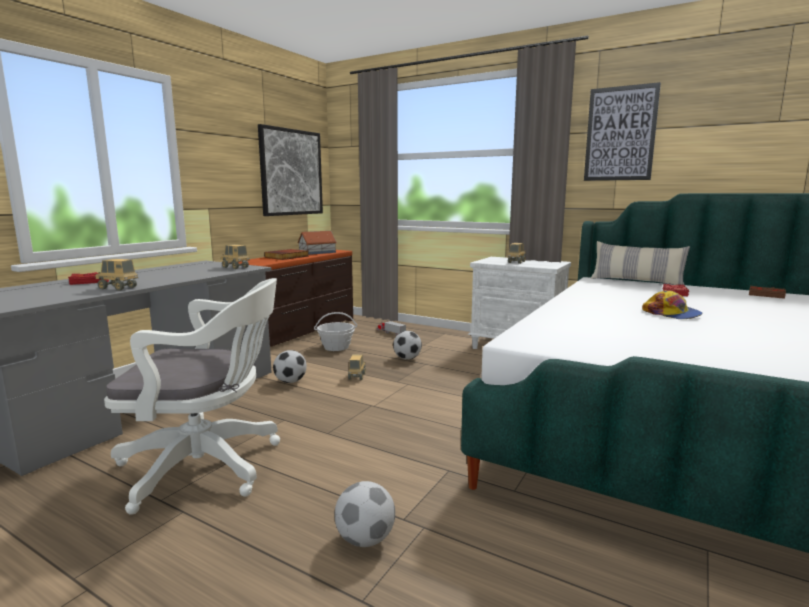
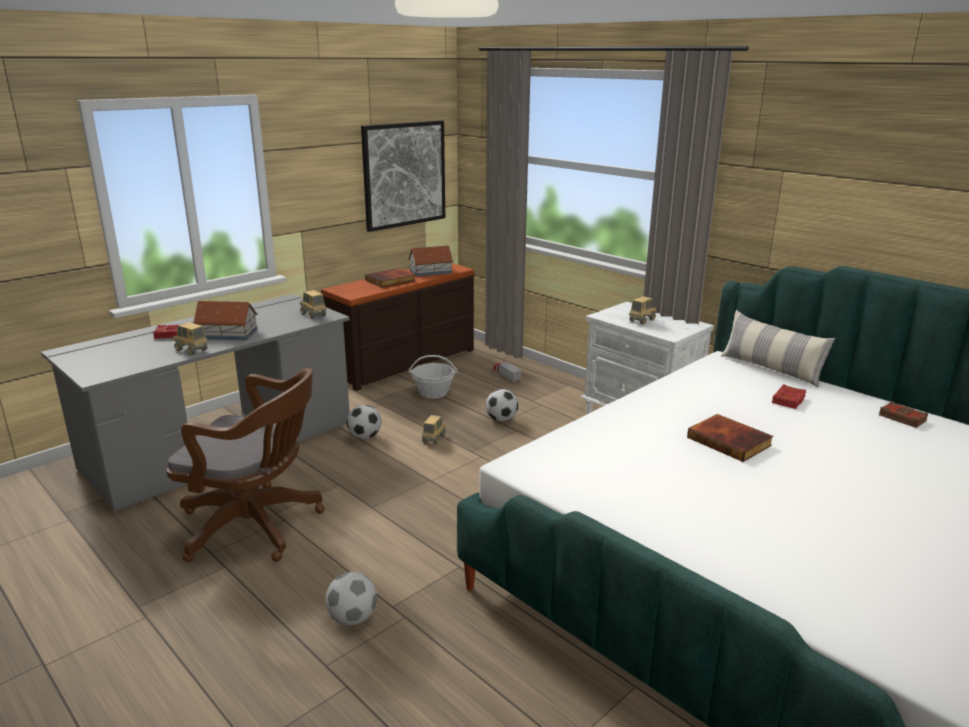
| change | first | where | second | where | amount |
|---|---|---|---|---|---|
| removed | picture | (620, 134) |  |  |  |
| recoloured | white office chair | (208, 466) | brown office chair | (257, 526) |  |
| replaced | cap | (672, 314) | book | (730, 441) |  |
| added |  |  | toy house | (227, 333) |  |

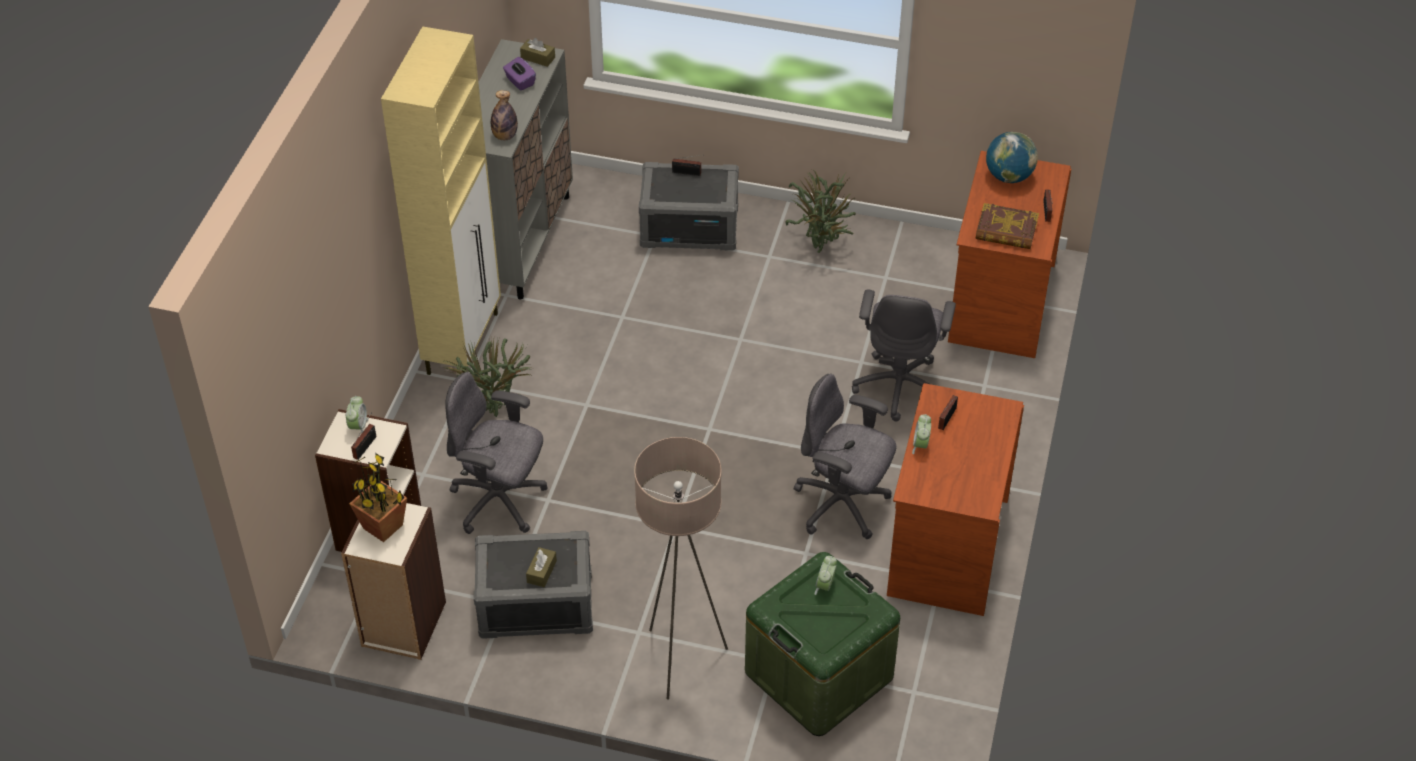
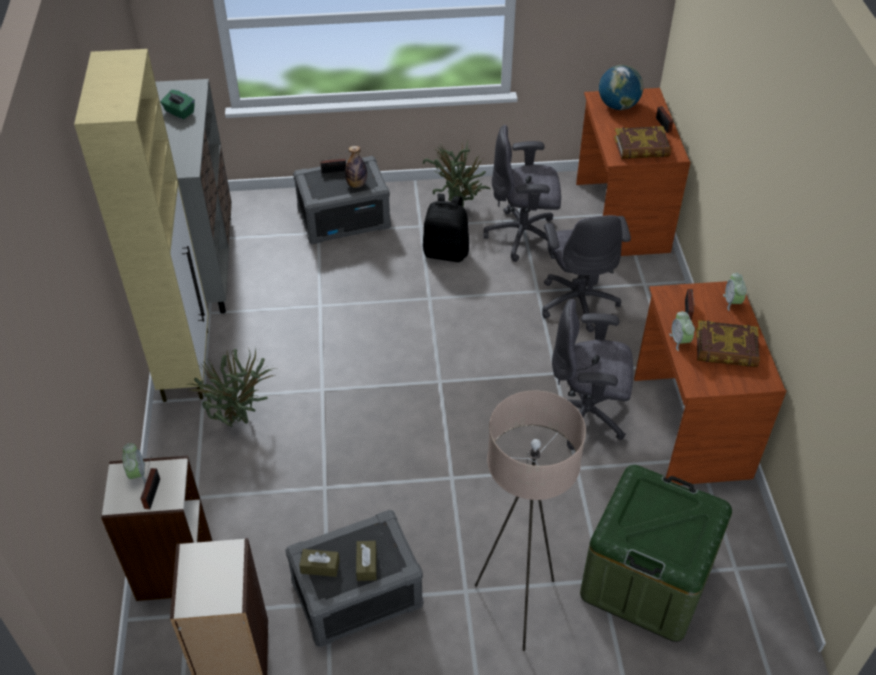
| change | first | where | second | where | amount |
|---|---|---|---|---|---|
| moved | brown tissue box | (538, 58) |  | (320, 566) |  |
| recoloured | purple tissue box | (520, 81) | green tissue box | (179, 112) |  |
| moved | bottle | (505, 136) |  | (356, 184) |  |
| moved | grey office chair | (499, 502) |  | (523, 236) |  |
| removed | potted plant | (383, 527) |  |  |  |
| moved | alarm clock | (825, 586) |  | (732, 302) |  |
| added |  |  | black backpack | (446, 252) |  |
| added |  |  | book | (726, 349) |  |

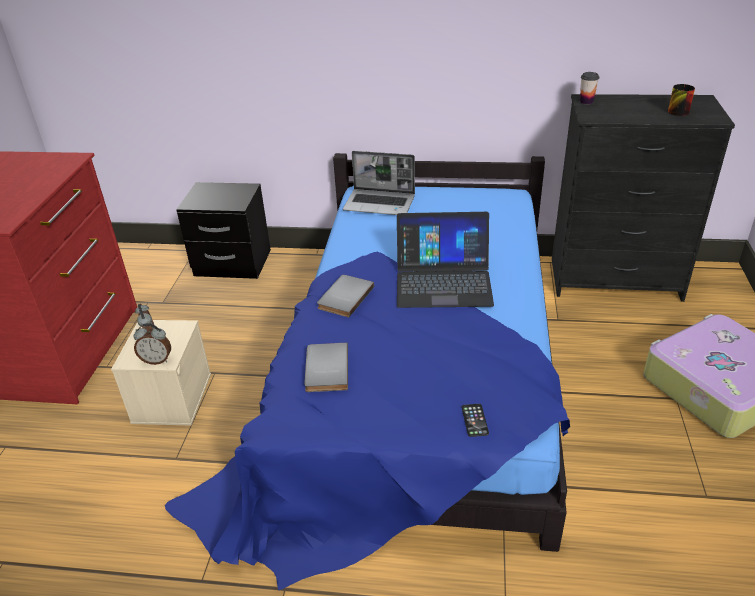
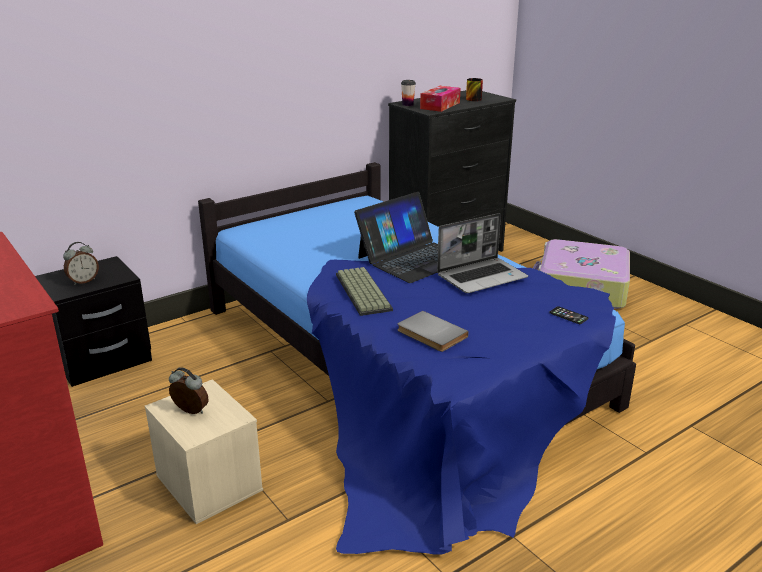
| change | first | where | second | where | amount |
|---|---|---|---|---|---|
| moved | laptop | (380, 203) |  | (482, 277) |  |
| replaced | grey book | (344, 297) | keyboard | (361, 292) |  |
| moved | alarm clock | (157, 360) |  | (83, 281) |  |
| added |  |  | tissue box | (440, 105) |  |

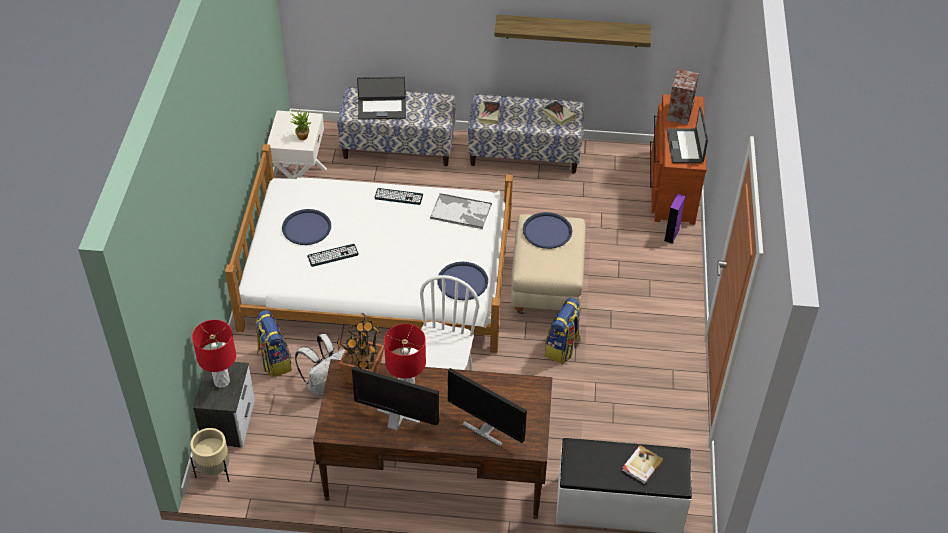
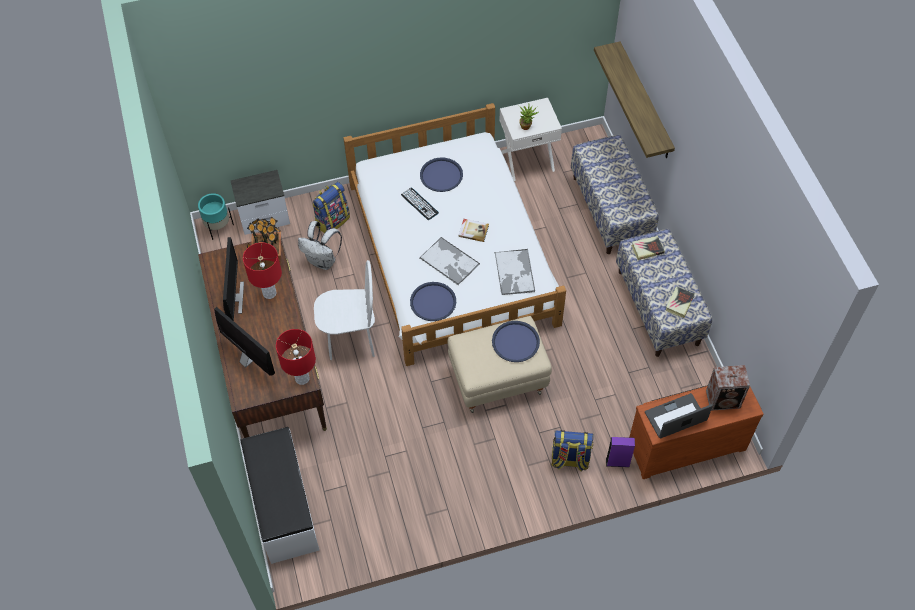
| change | first | where | second | where | amount |
|---|---|---|---|---|---|
| moved | shelf | (572, 31) |  | (645, 102) |  |
| removed | laptop | (382, 109) |  |  |  |
| removed | keyboard | (398, 197) |  |  |  |
| moved | backpack | (562, 348) |  | (569, 460) |  |
| moved | red table lamp | (221, 381) |  | (302, 378) |  |
| turned | monitor | (486, 429) |  | (249, 359) | 120 degrees clockwise |
| recoloured | beige planter | (214, 471) | turquoise planter | (218, 227) |  |
| moved | book | (641, 465) |  | (473, 231) |  |
| added |  |  | tray | (450, 262) |  |

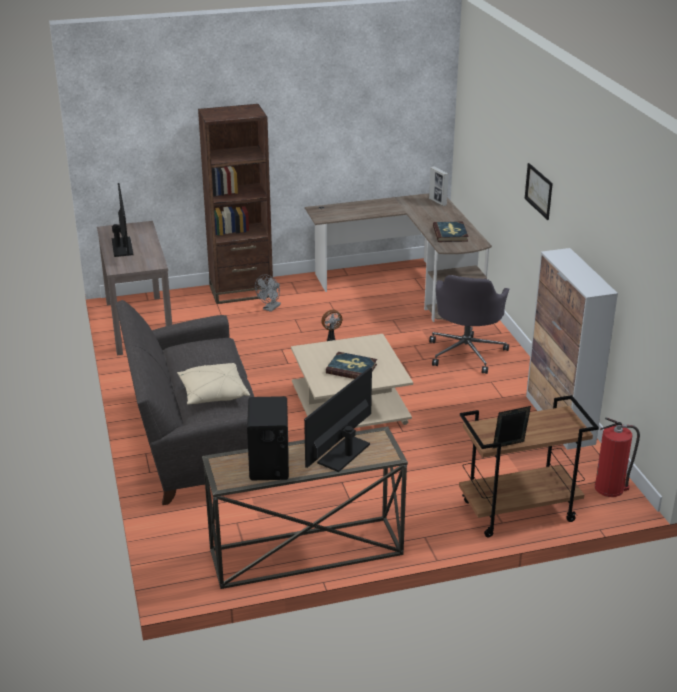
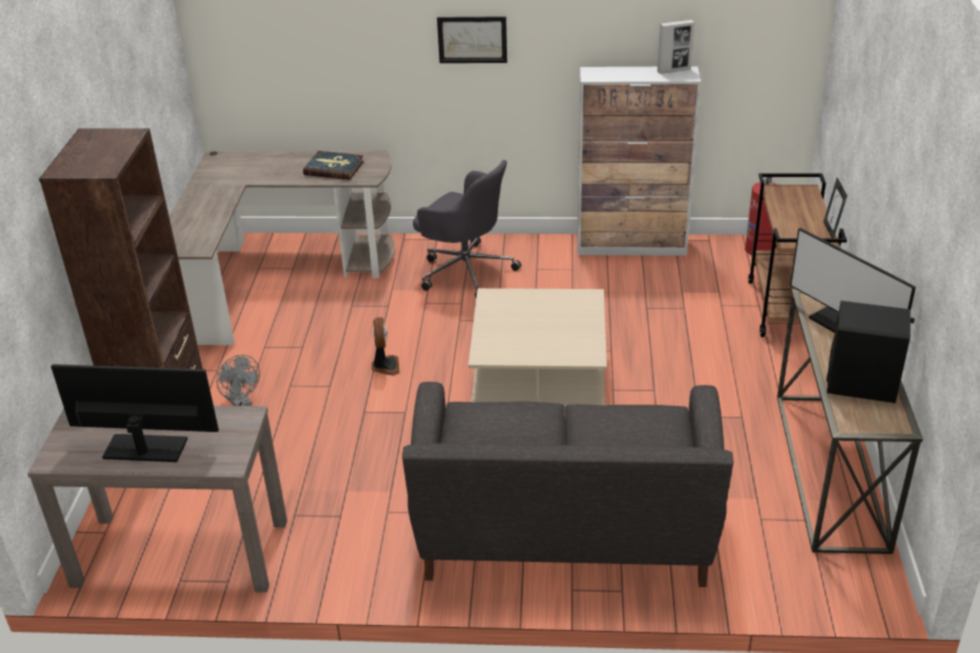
| change | first | where | second | where | amount |
|---|---|---|---|---|---|
| moved | picture frame | (437, 202) |  | (674, 70) |  |
| removed | book | (351, 368) |  |  |  |
| removed | beige pillow | (213, 394) |  |  |  |

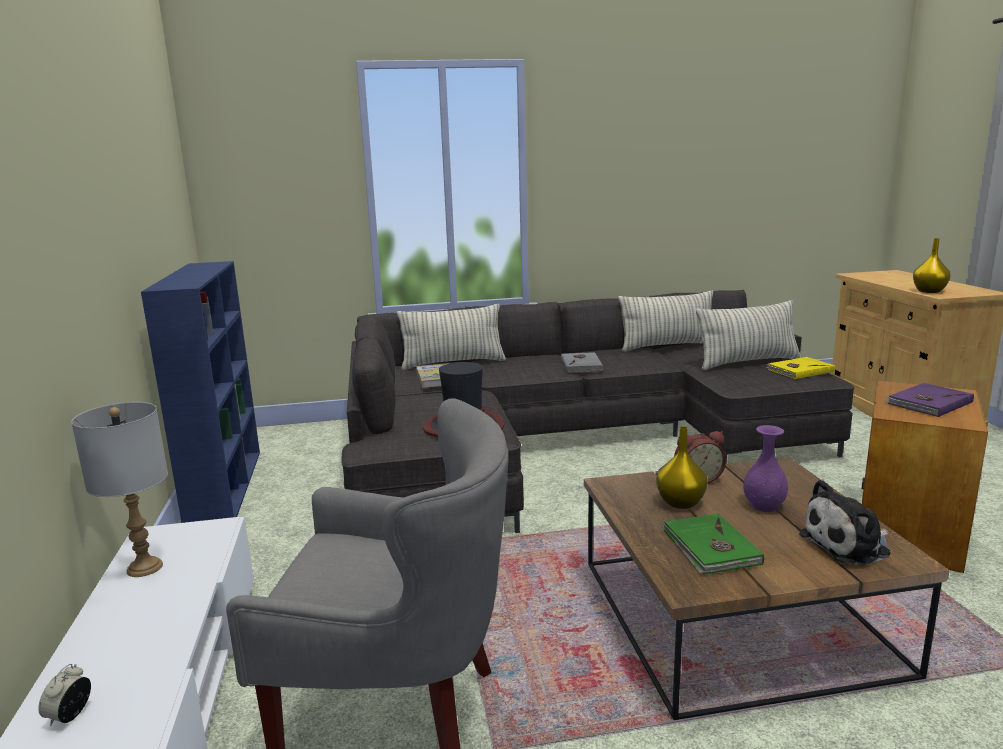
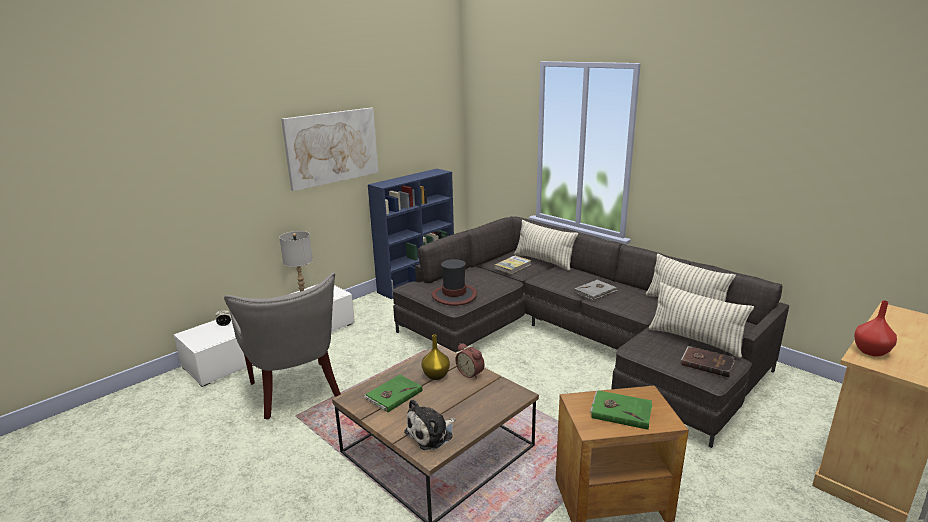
| change | first | where | second | where | amount |
|---|---|---|---|---|---|
| recoloured | yellow vase | (929, 291) | red vase | (872, 352) |  |
| recoloured | yellow book | (799, 370) | brown book | (707, 363) |  |
| recoloured | purple book | (928, 403) | green book | (621, 411) |  |
| removed | purple vase | (764, 506) |  |  |  |
| turned | plush toy | (849, 545) |  | (431, 434) | 75 degrees counterclockwise |
| added |  |  | picture | (332, 147) |  |

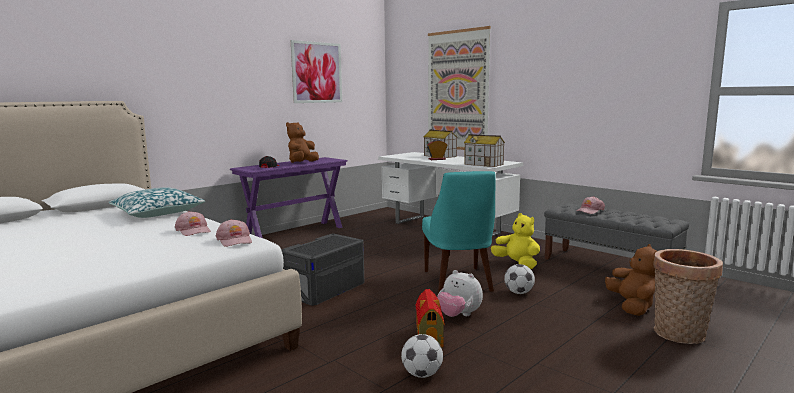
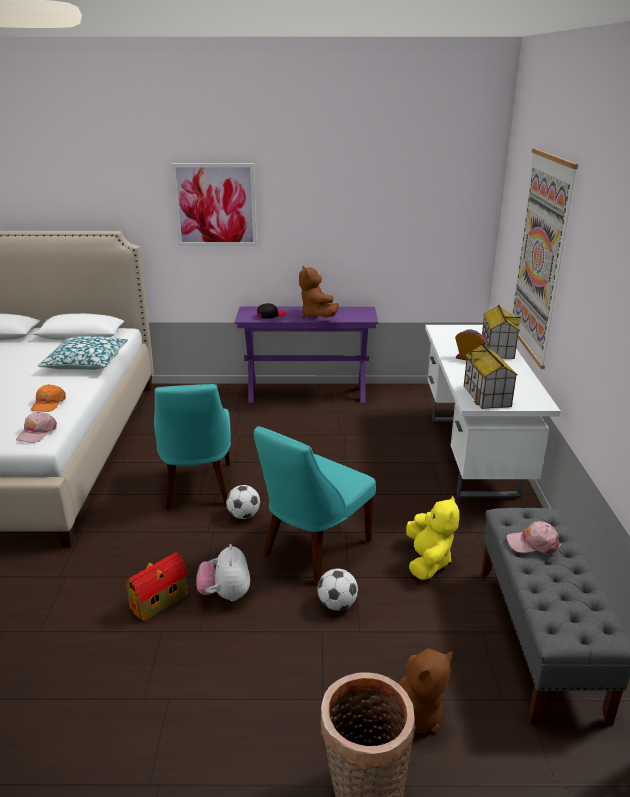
| change | first | where | second | where | amount |
|---|---|---|---|---|---|
| moved | picture | (317, 72) |  | (215, 205) |  |
| turned | brown plush toy | (302, 163) |  | (317, 316) | 90 degrees counterclockwise |
| recoloured | pink cap | (193, 230) | orange cap | (48, 403) |  |
| replaced | grey storage box | (324, 288) | turquoise chair | (197, 488) |  |
| moved | football | (422, 374) |  | (244, 515) |  |

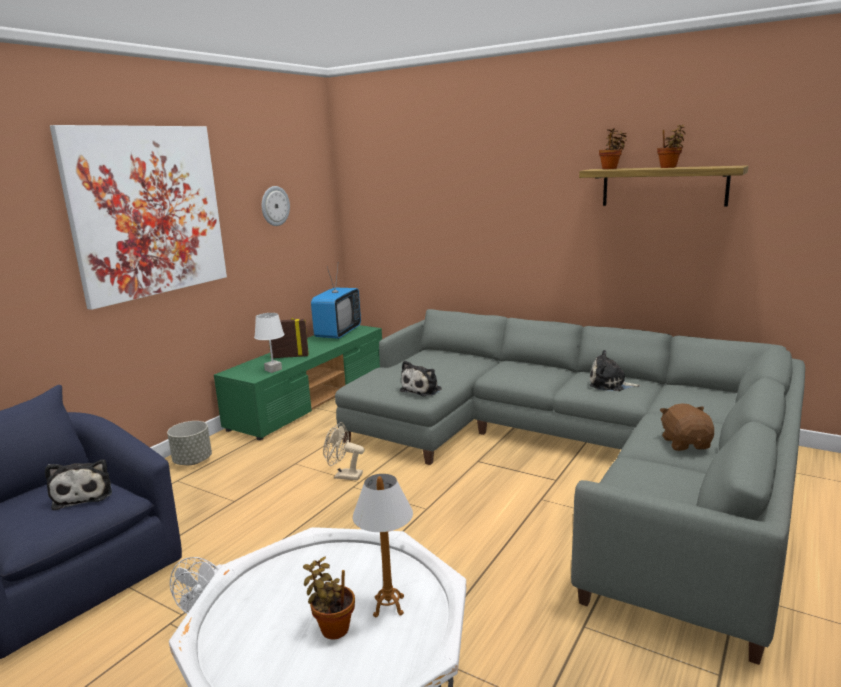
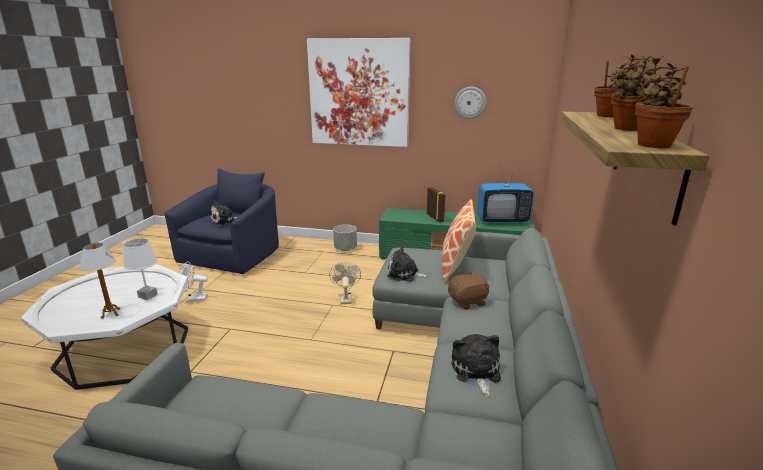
| change | first | where | second | where | amount |
|---|---|---|---|---|---|
| moved | white table lamp | (273, 370) |  | (147, 296) |  |
| moved | brown plush toy | (686, 443) |  | (468, 302) |  |
| moved | potted plant | (332, 628) |  | (653, 144) |  |
| added |  |  | pillow | (456, 266) |  |

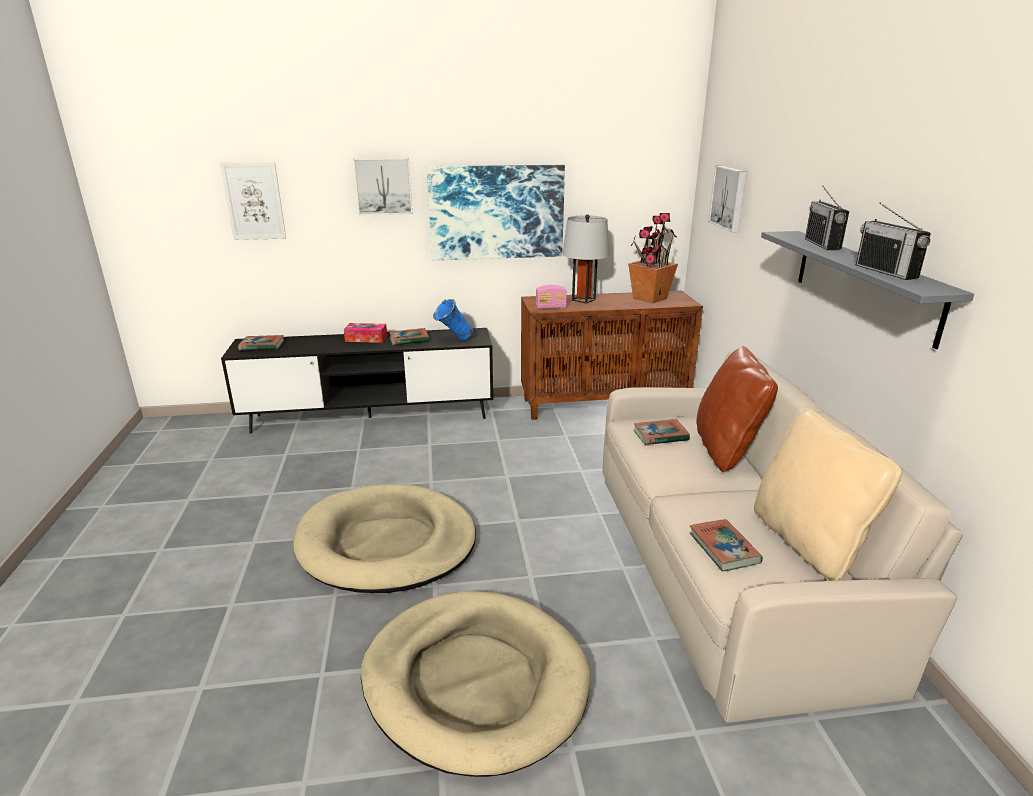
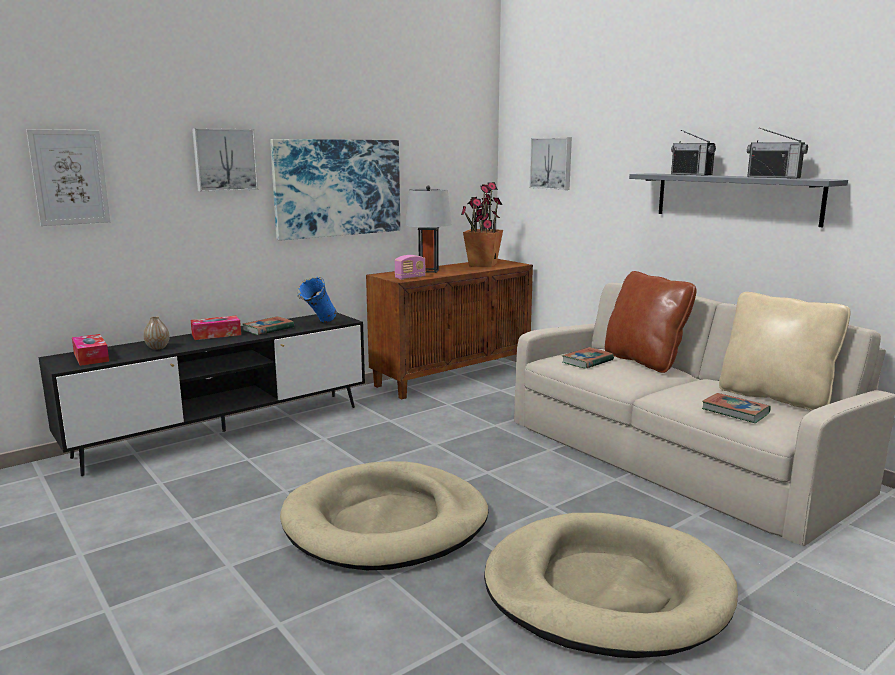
| change | first | where | second | where | amount |
|---|---|---|---|---|---|
| replaced | book | (262, 346) | tissue box | (91, 357) |  |
| added |  |  | vase | (157, 348) |  |

